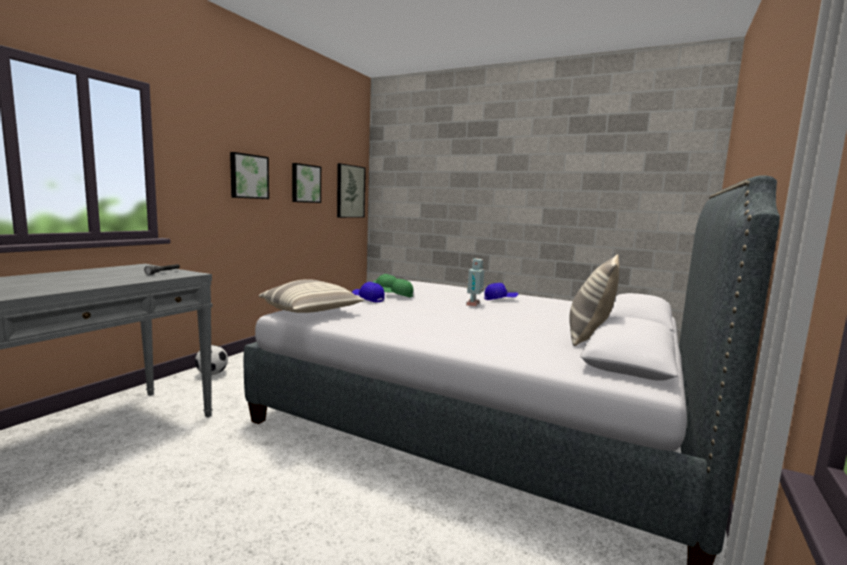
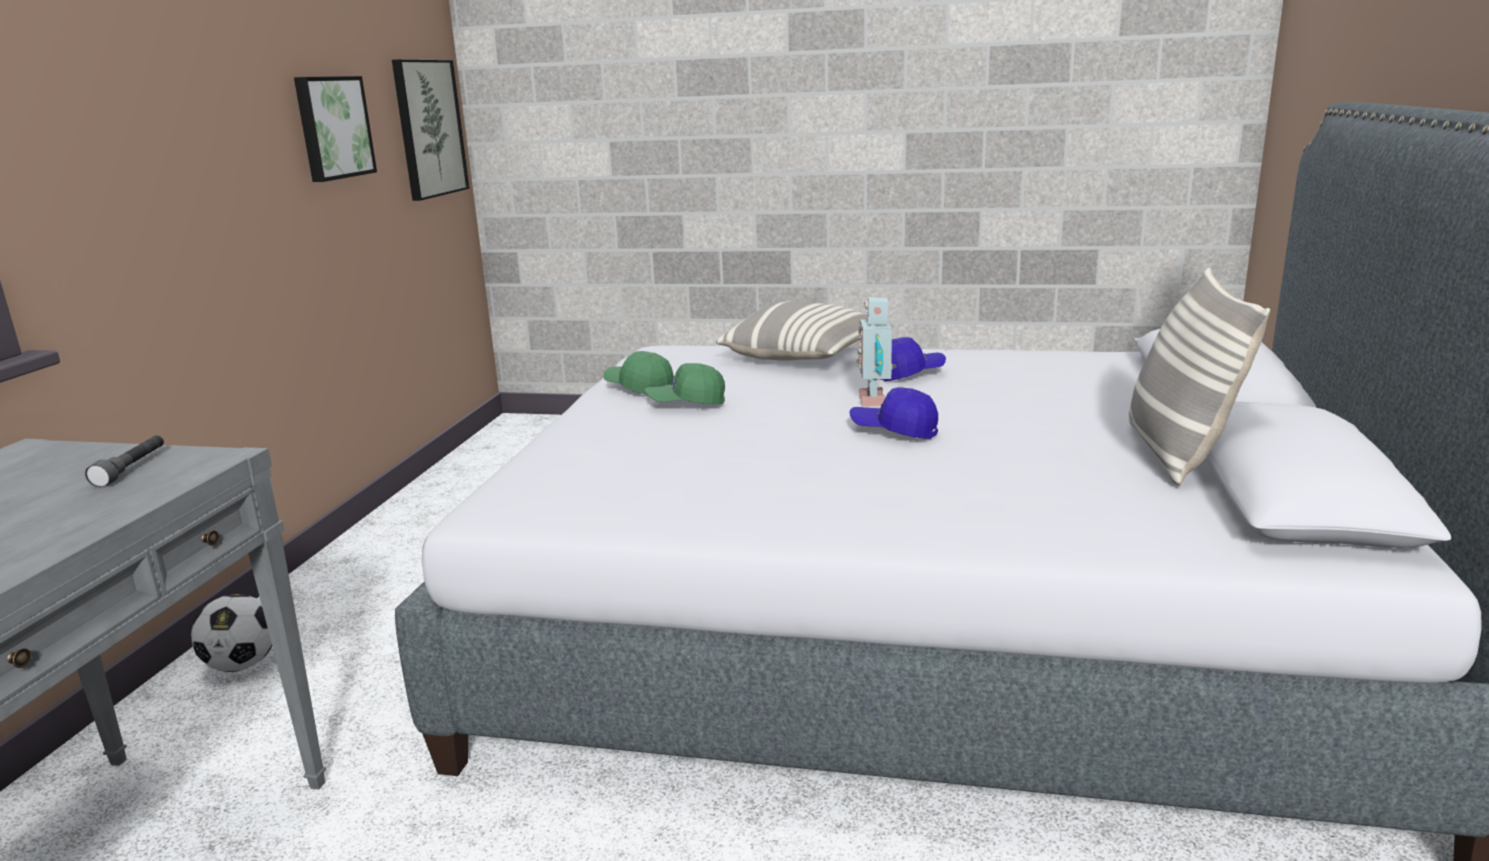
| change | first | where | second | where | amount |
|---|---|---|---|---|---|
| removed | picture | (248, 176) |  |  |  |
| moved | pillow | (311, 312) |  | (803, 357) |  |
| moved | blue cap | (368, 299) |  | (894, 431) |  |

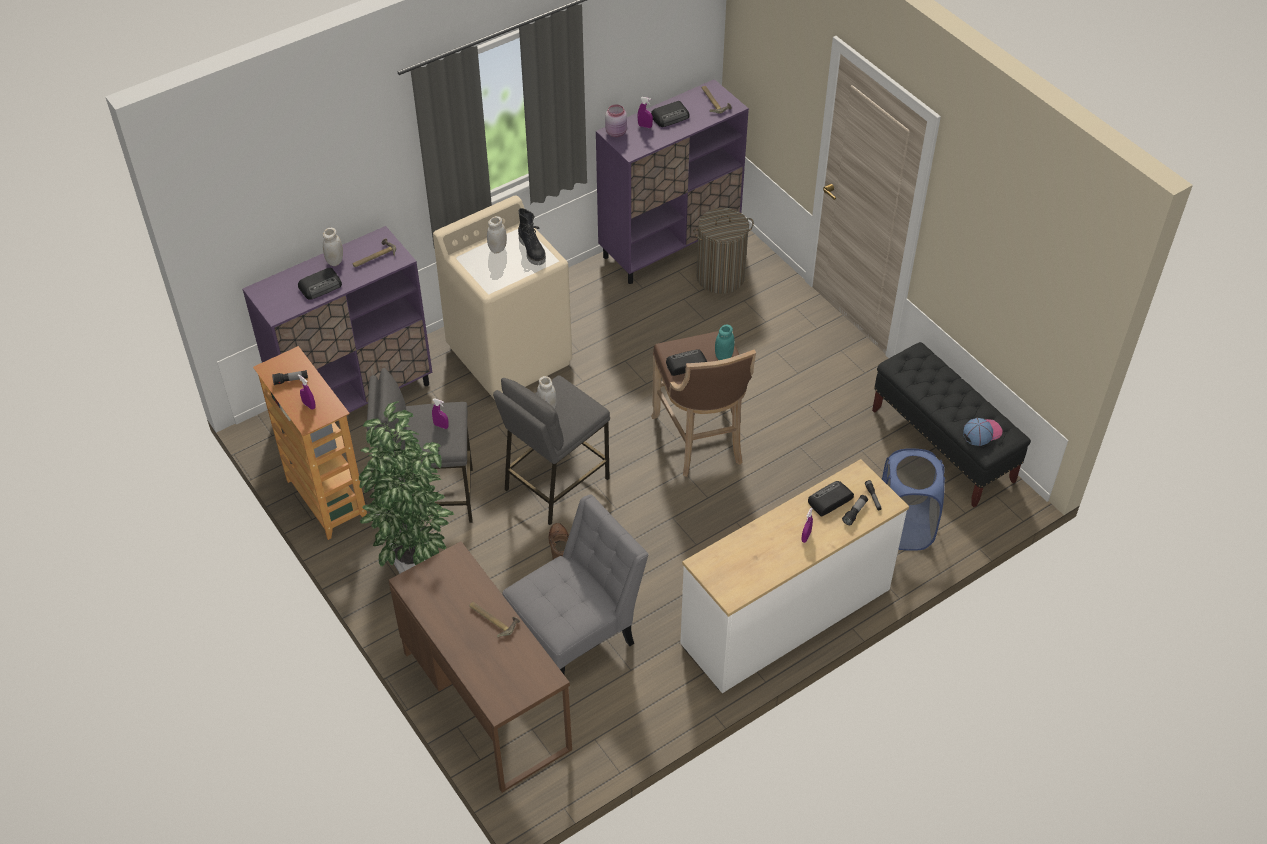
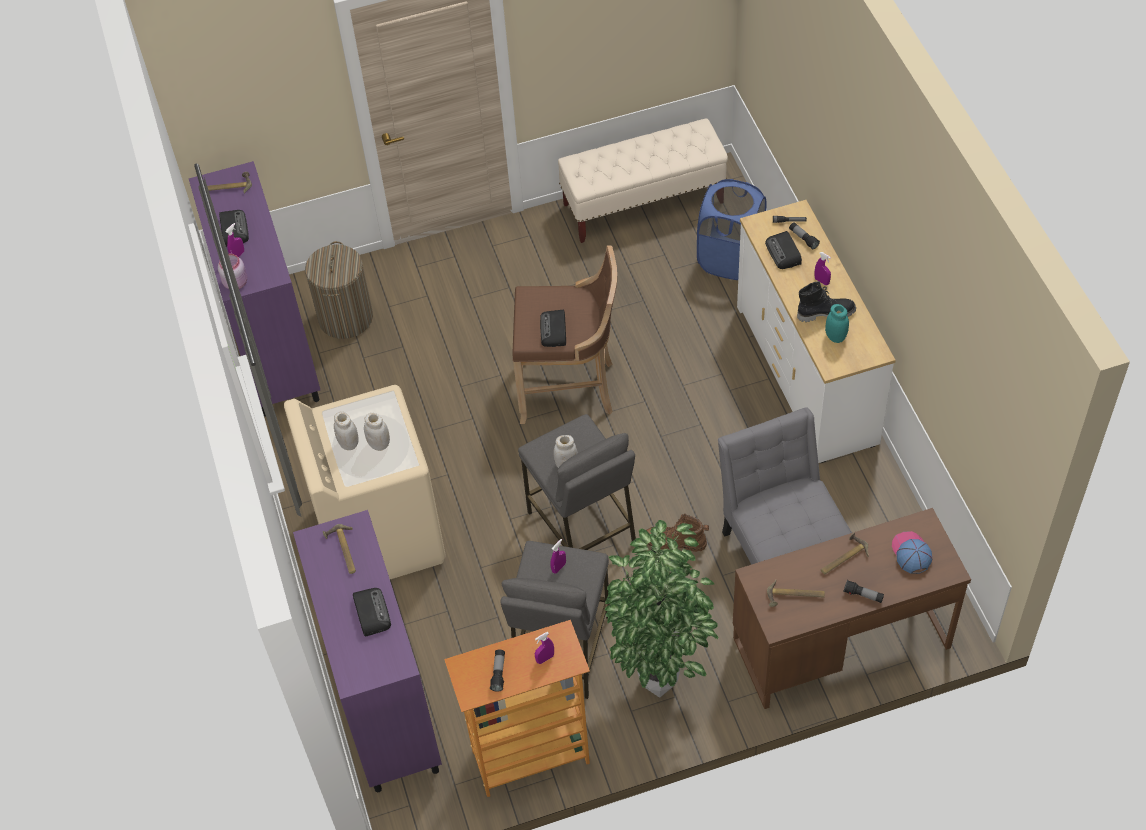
| change | first | where | second | where | amount |
|---|---|---|---|---|---|
| moved | black boot | (532, 250) |  | (825, 313) |  |
| moved | white jar | (335, 261) |  | (379, 444) |  |
| moved | turquoise jar | (723, 356) |  | (835, 337) |  |
| recoloured | black bench | (942, 446) | beige bench | (643, 204) |  |
| moved | cap | (982, 433) |  | (911, 553) |  |
| added |  |  | hammer | (795, 597) |  |
| added |  |  | flashlight | (863, 595) |  |

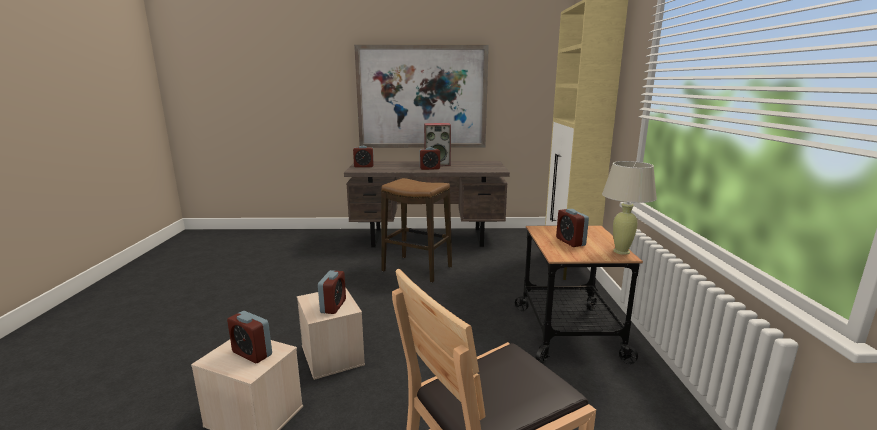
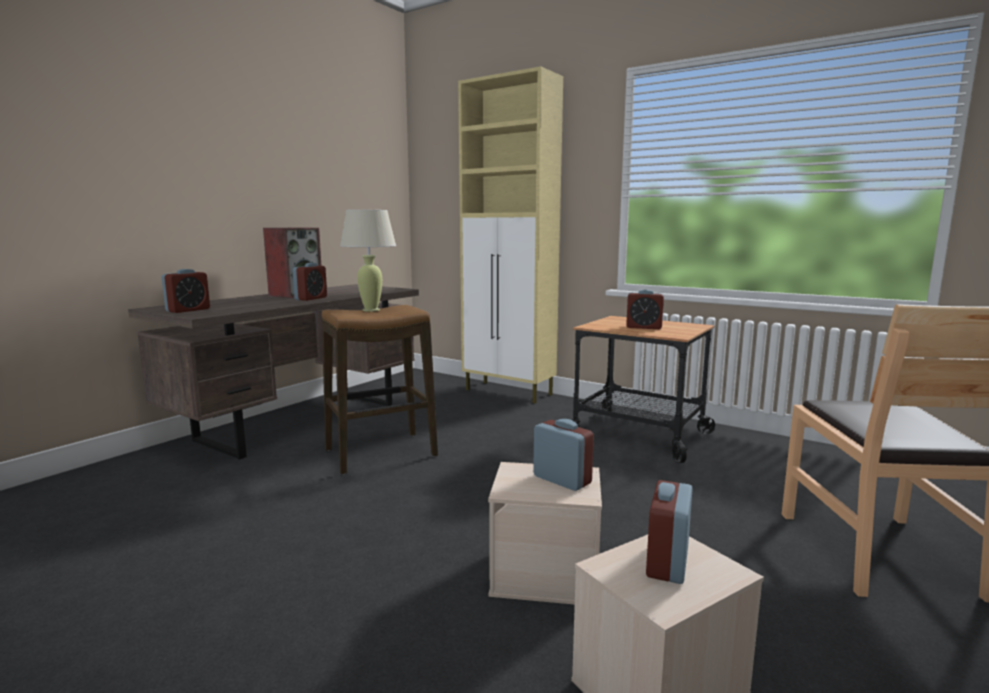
| change | first | where | second | where | amount |
|---|---|---|---|---|---|
| removed | picture | (422, 97) |  |  |  |
| moved | beige table lamp | (621, 251) |  | (371, 310) |  |
| turned | alarm clock | (252, 353) |  | (667, 562) | 135 degrees clockwise |

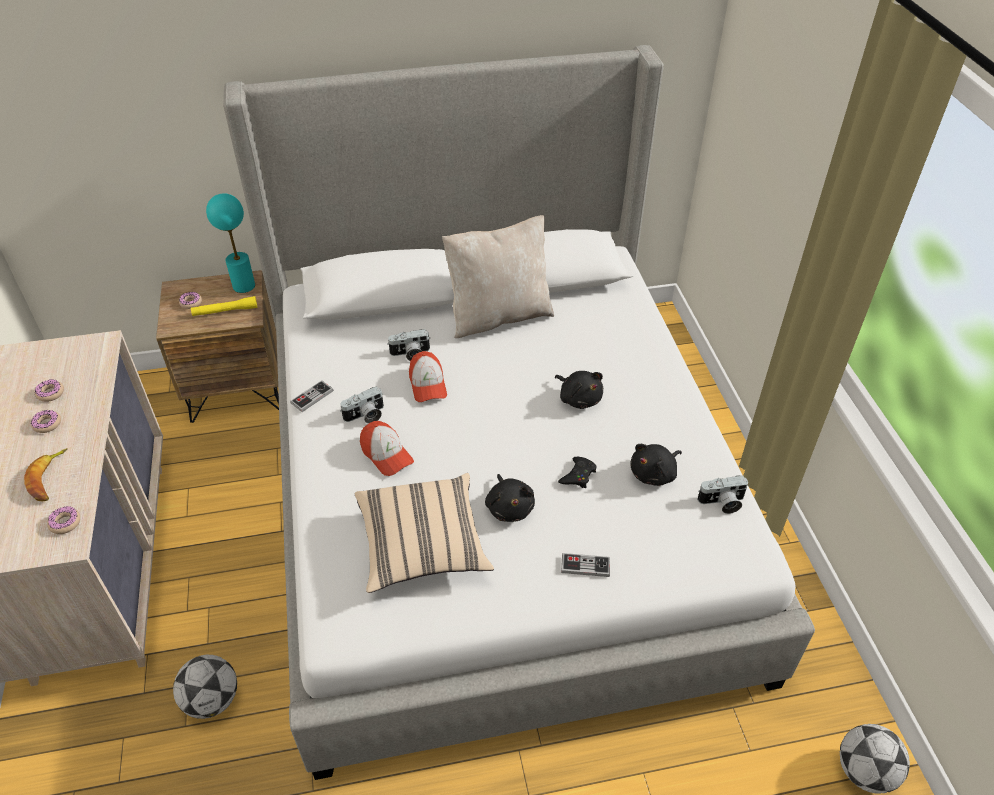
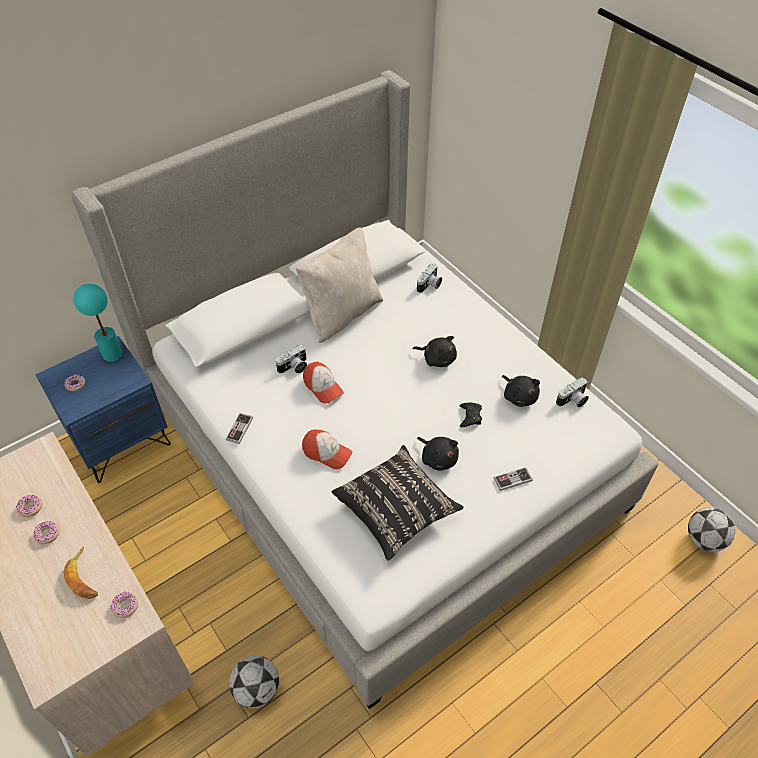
| change | first | where | second | where | amount |
|---|---|---|---|---|---|
| recoloured | brown nightstand | (237, 389) | blue nightstand | (121, 440) |  |
| removed | yellow flashlight | (225, 311) |  |  |  |
| moved | photo camera | (365, 416) |  | (429, 285) |  |
| turned | black plush toy | (654, 474) |  | (519, 396) | 60 degrees counterclockwise |
| recoloured | beige pillow | (422, 545) | black pillow | (396, 510) |  |

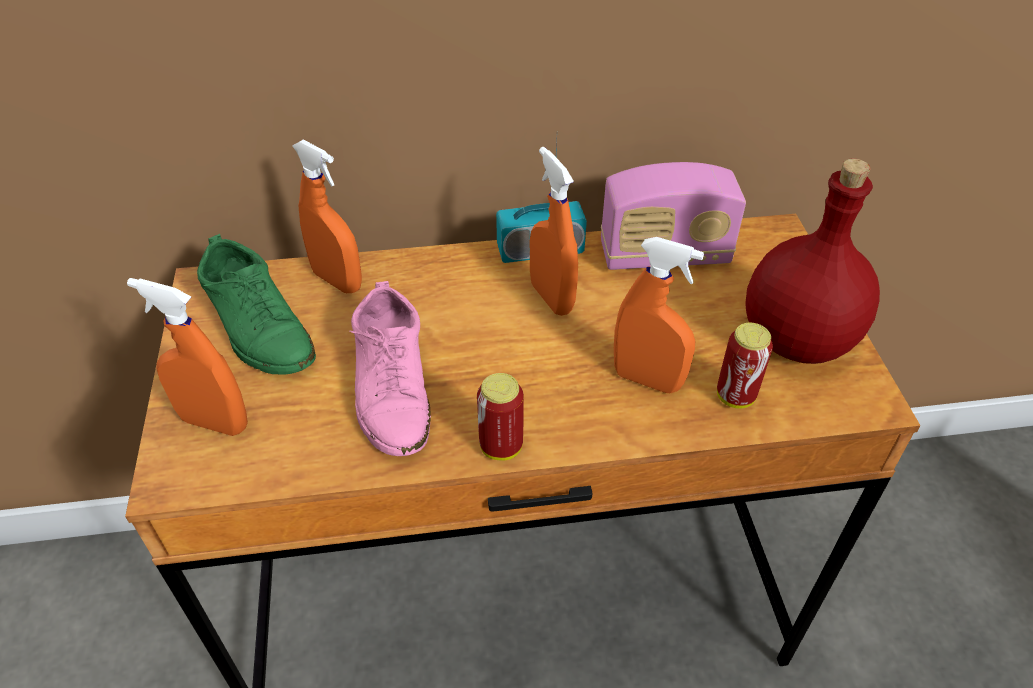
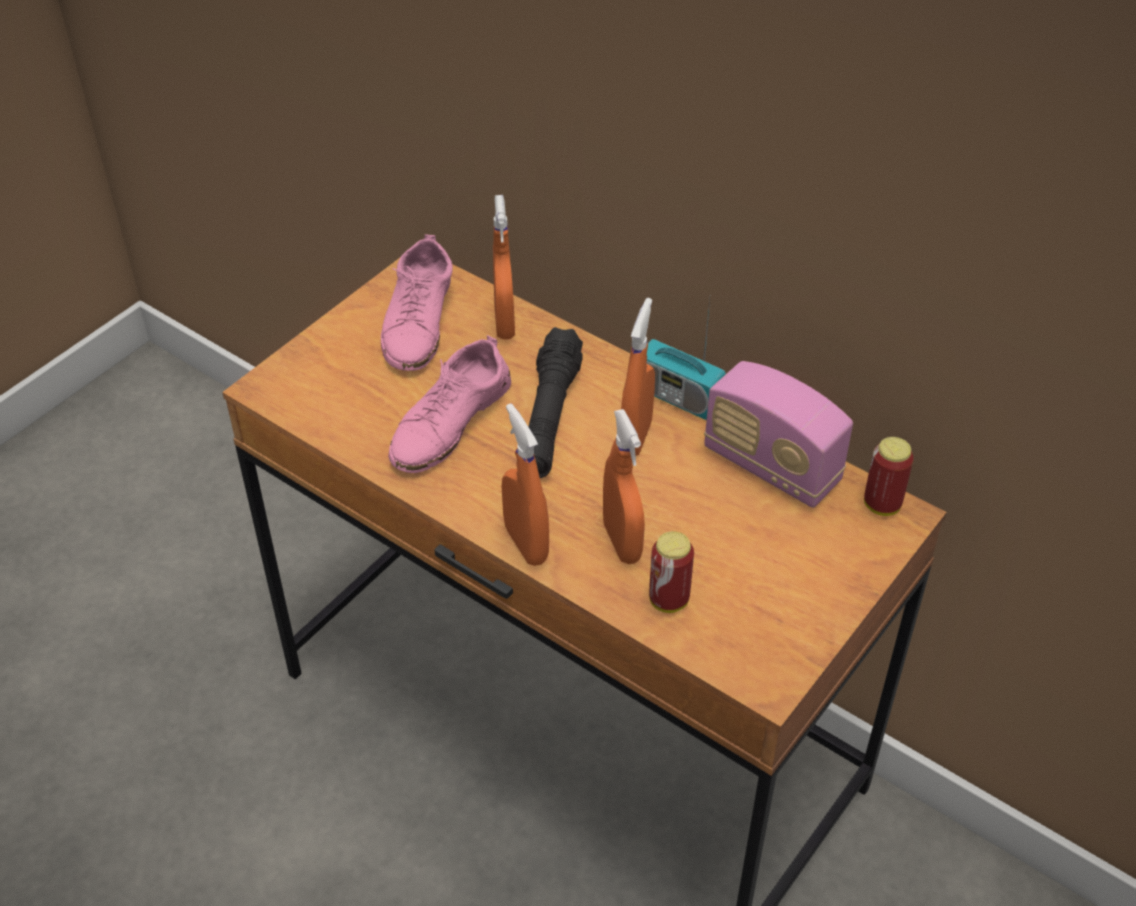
| change | first | where | second | where | amount |
|---|---|---|---|---|---|
| removed | red bottle | (795, 340) |  |  |  |
| recoloured | green shoe | (258, 325) | pink shoe | (418, 322) |  |
| moved | orange spray bottle | (215, 422) |  | (526, 544) |  |
| moved | can | (501, 447) |  | (882, 505) |  |
| added |  |  | black flashlight | (549, 417) |  |

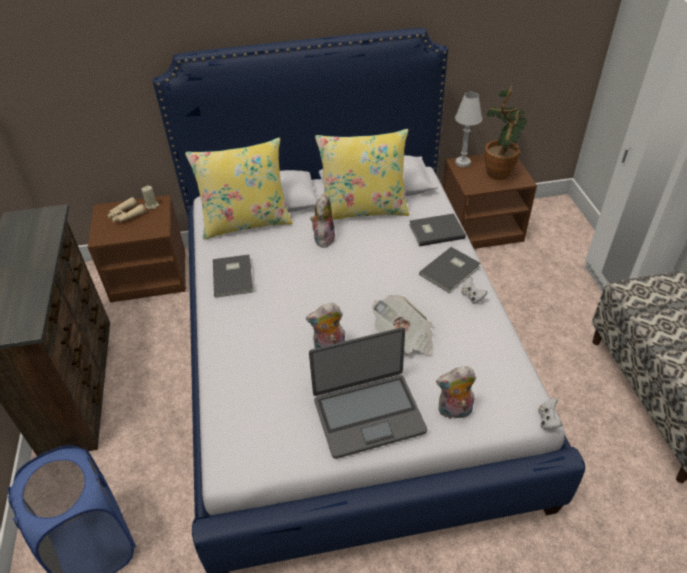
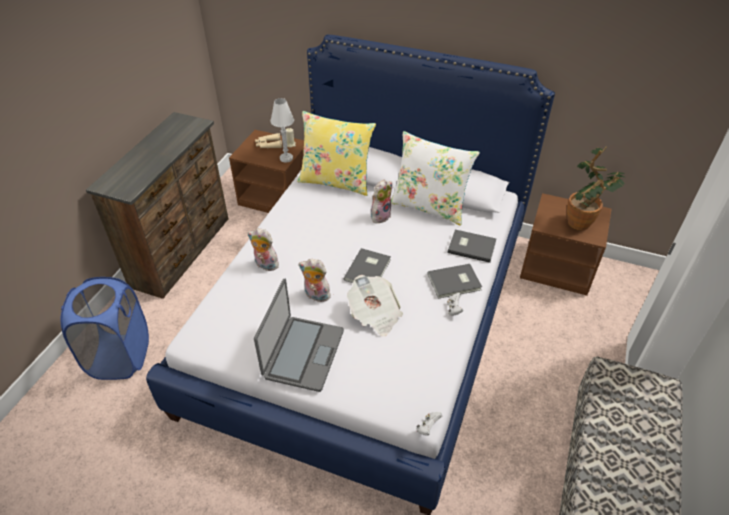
| change | first | where | second | where | amount |
|---|---|---|---|---|---|
| moved | white table lamp | (463, 162) |  | (286, 158) |  |
| recoloured | yellow pillow | (363, 209) | white pillow | (429, 206) |  |
| moved | grey book | (234, 276) |  | (369, 269) |  |
| turned | laptop | (368, 414) |  | (303, 353) | 90 degrees counterclockwise |
| moved | plush toy | (454, 412) |  | (265, 265) |  |

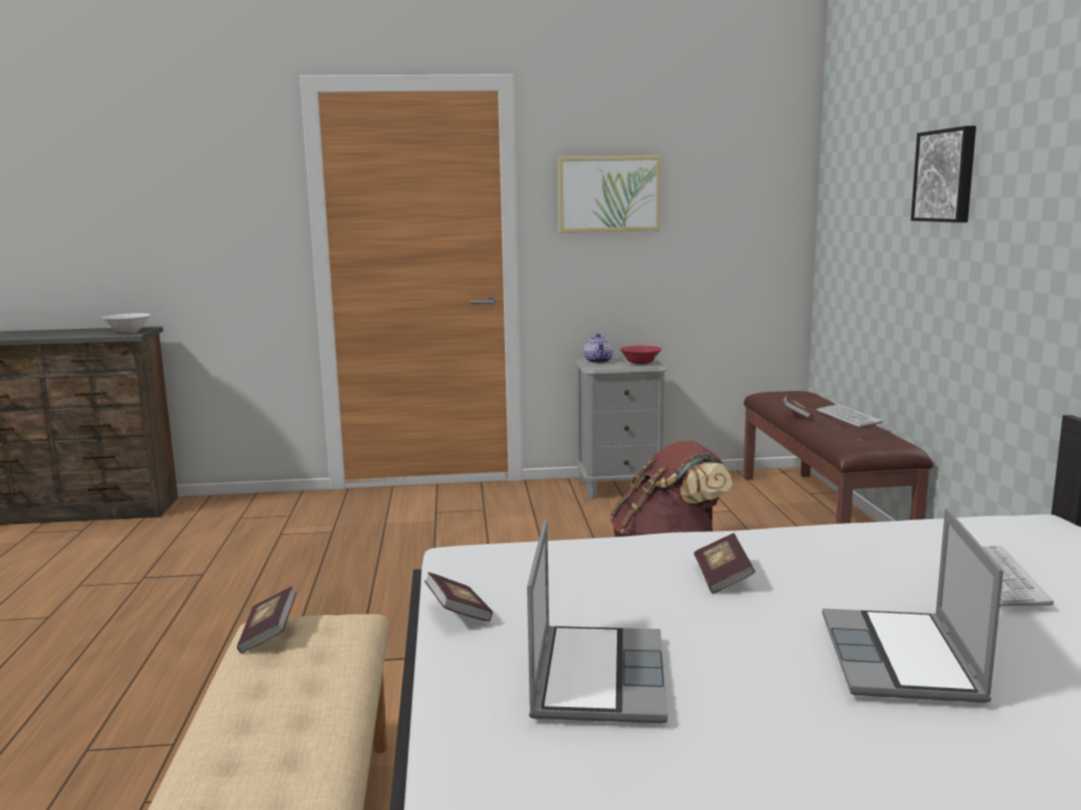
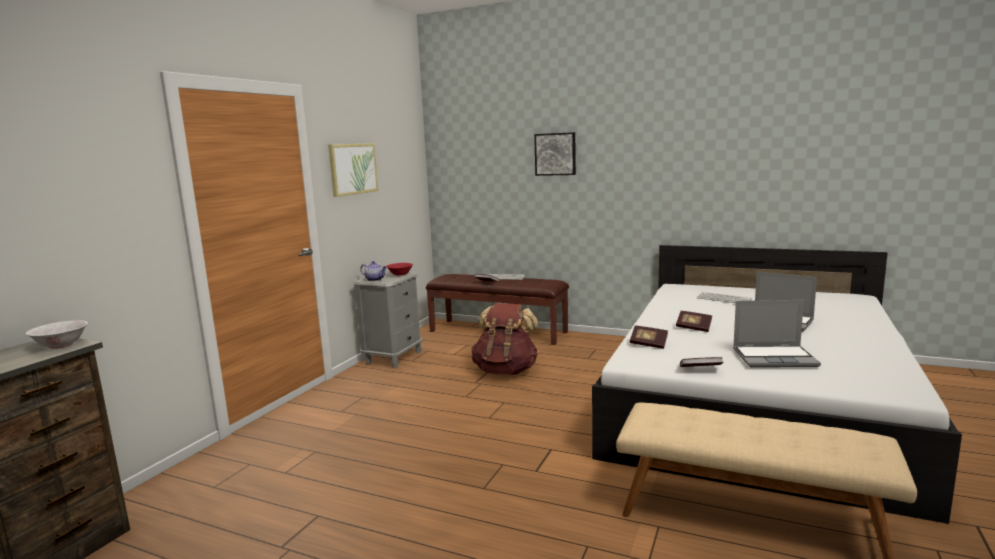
| change | first | where | second | where | amount |
|---|---|---|---|---|---|
| turned | laptop | (596, 676) |  | (775, 358) | 150 degrees clockwise |
| moved | book | (268, 634) |  | (648, 344) |  |

